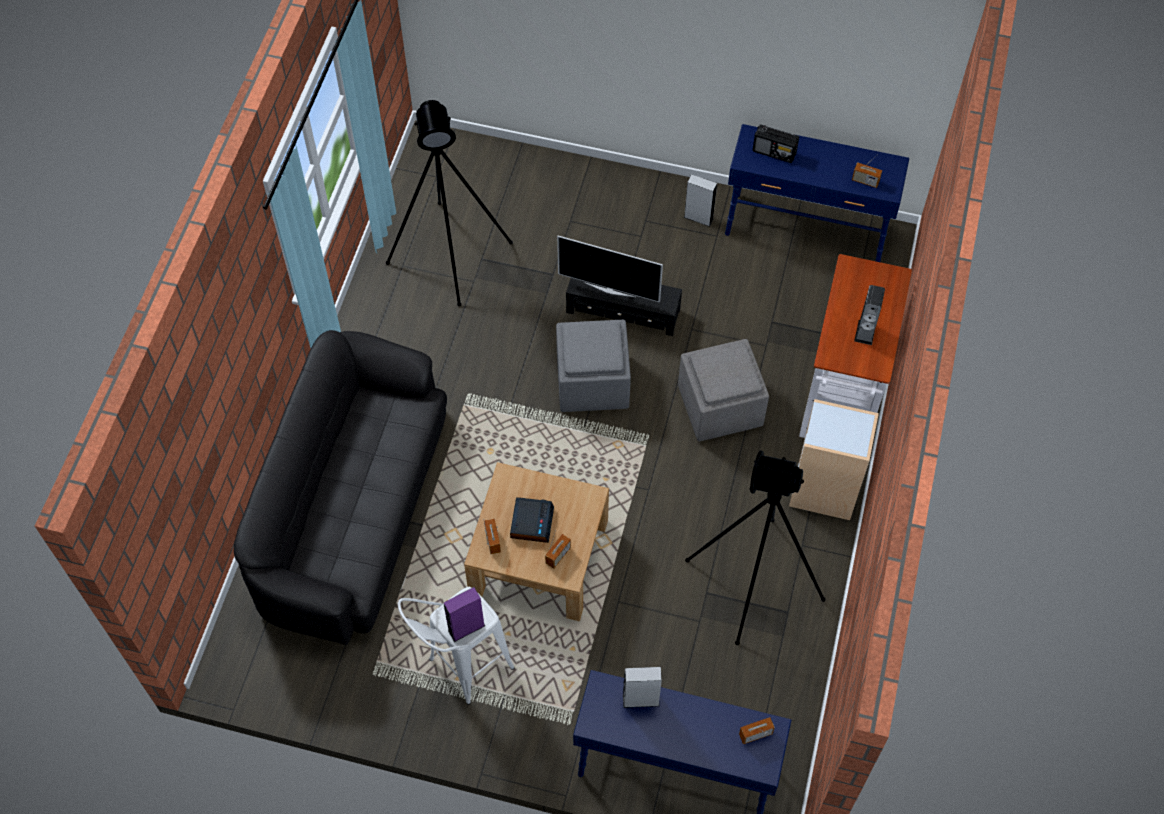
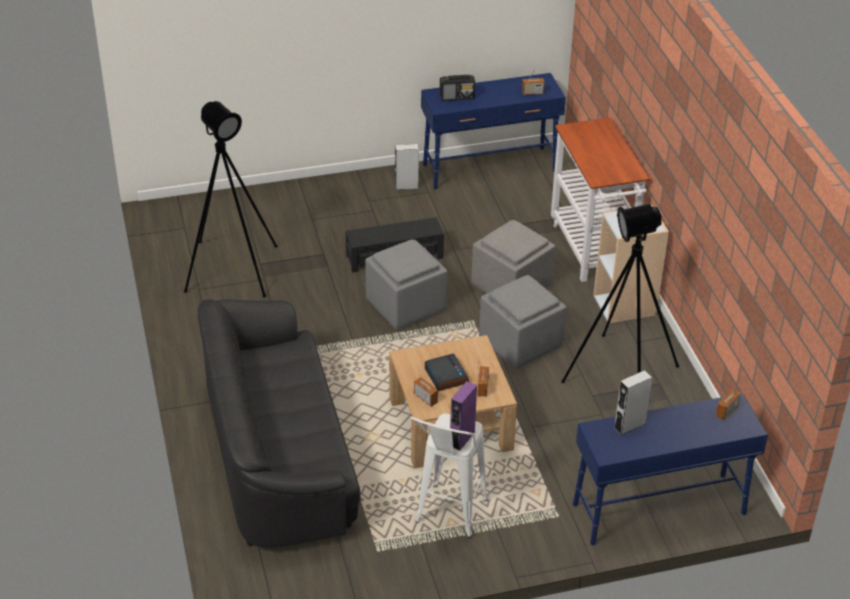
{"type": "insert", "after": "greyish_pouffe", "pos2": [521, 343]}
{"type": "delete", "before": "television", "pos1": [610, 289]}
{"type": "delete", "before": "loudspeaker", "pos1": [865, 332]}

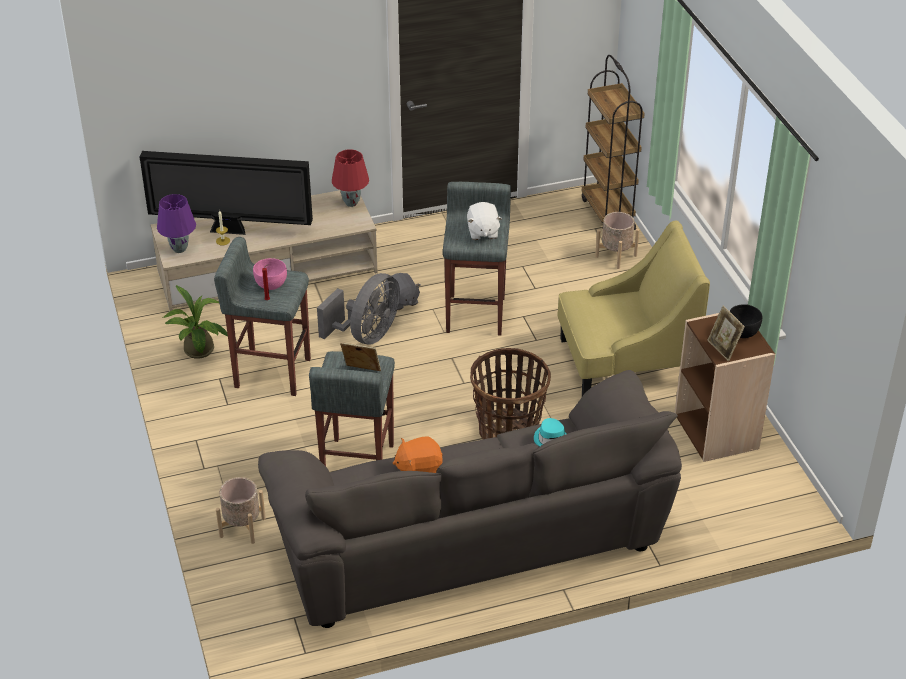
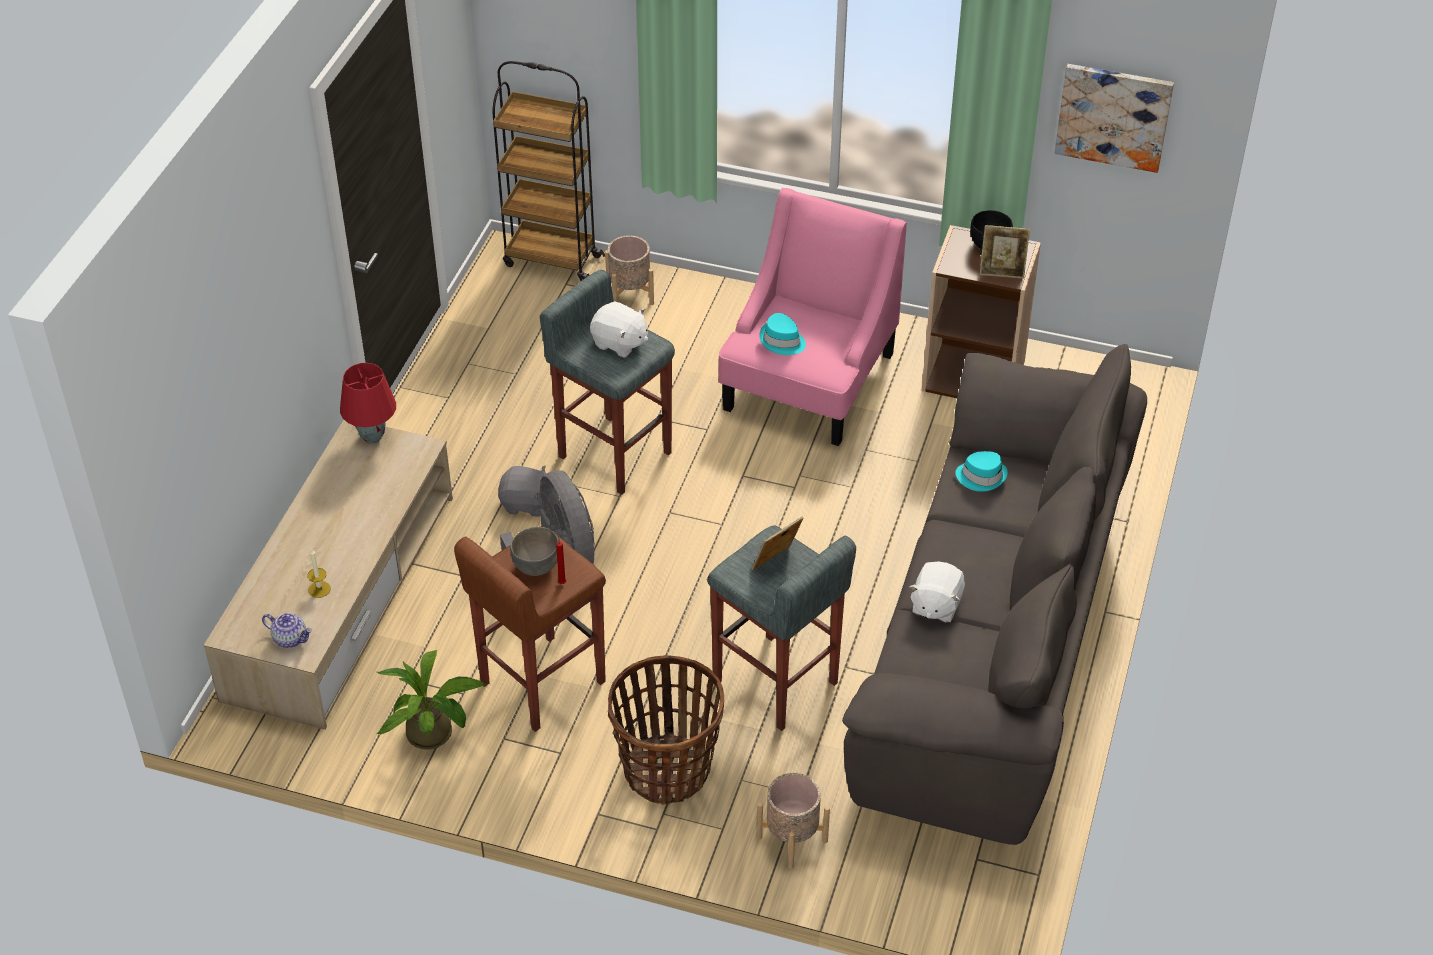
{"type": "replace", "before": "purple-coloured_tabletop_lamp", "after": "teapot", "pos1": [180, 249], "pos2": [290, 638]}
{"type": "recolor", "before": "greyish_sitting_stool", "after": "brown-coloured_sitting_stool", "pos1": [271, 372], "pos2": [540, 683]}
{"type": "recolor", "before": "pink-coloured_serving_bowl", "after": "greyish_serving_bowl", "pos1": [271, 285], "pos2": [537, 566]}
{"type": "move", "before": "basket", "pos1": [508, 430], "pos2": [667, 770]}
{"type": "recolor", "before": "yellow-coloured_lounge_chair", "after": "pink-coloured_lounge_chair", "pos1": [625, 362], "pos2": [809, 382]}
{"type": "insert", "after": "turquoise-coloured_hat", "pos2": [782, 341]}
{"type": "recolor", "before": "orangey_soft_toy", "after": "whitish_soft_toy", "pos1": [418, 468], "pos2": [935, 605]}
{"type": "insert", "after": "picture", "pos2": [1113, 116]}
{"type": "delete", "before": "television", "pos1": [231, 230]}

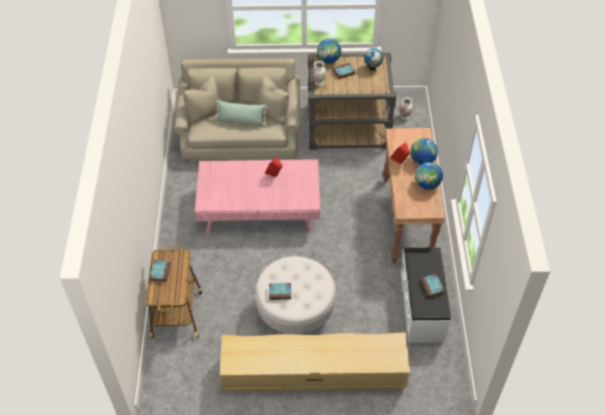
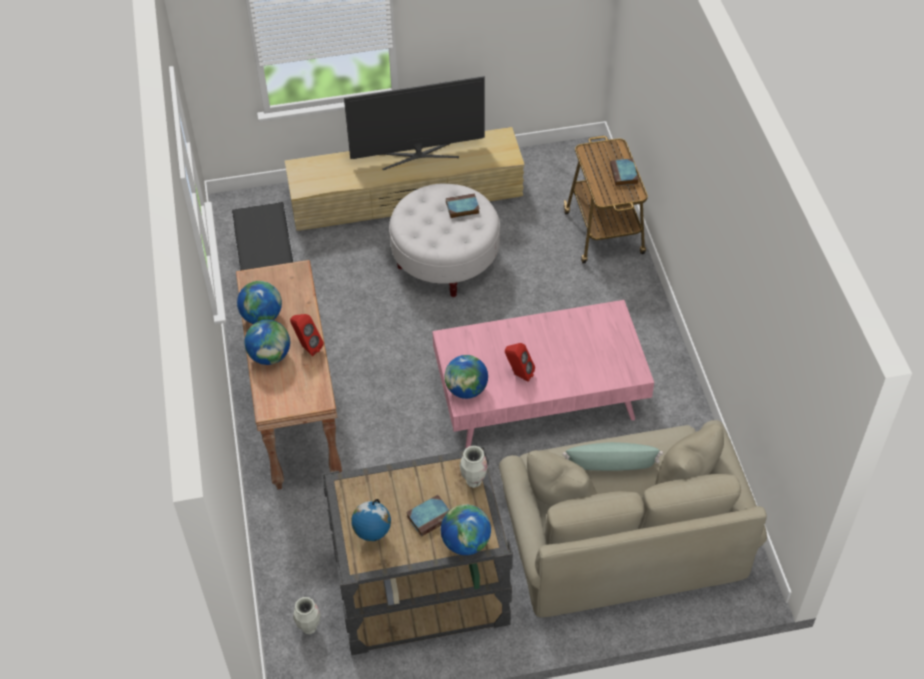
{"type": "insert", "after": "television", "pos2": [418, 155]}
{"type": "insert", "after": "globe", "pos2": [466, 390]}
{"type": "delete", "before": "bound_book", "pos1": [432, 287]}

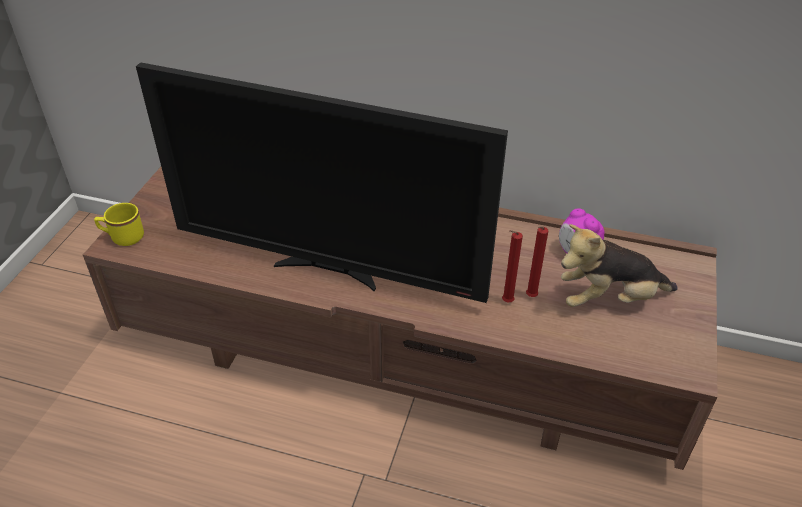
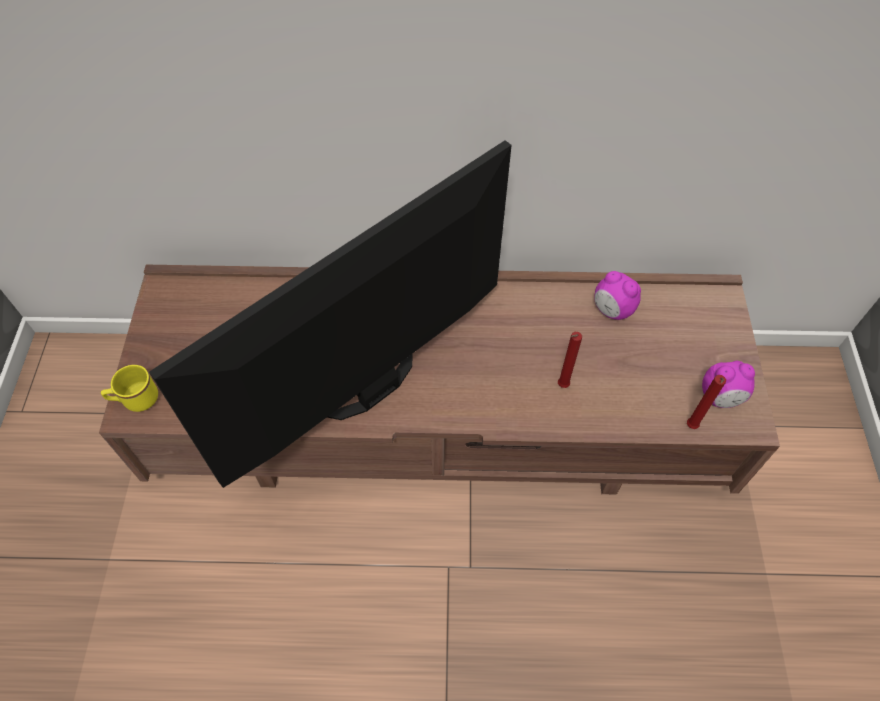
{"type": "rotate", "before": "television", "pos1": [329, 270], "pos2": [374, 390], "turn": 135}
{"type": "move", "before": "reddish_wax_light", "pos1": [530, 297], "pos2": [691, 427]}
{"type": "insert", "after": "table_clock", "pos2": [720, 397]}
{"type": "delete", "before": "soft_toy", "pos1": [609, 299]}

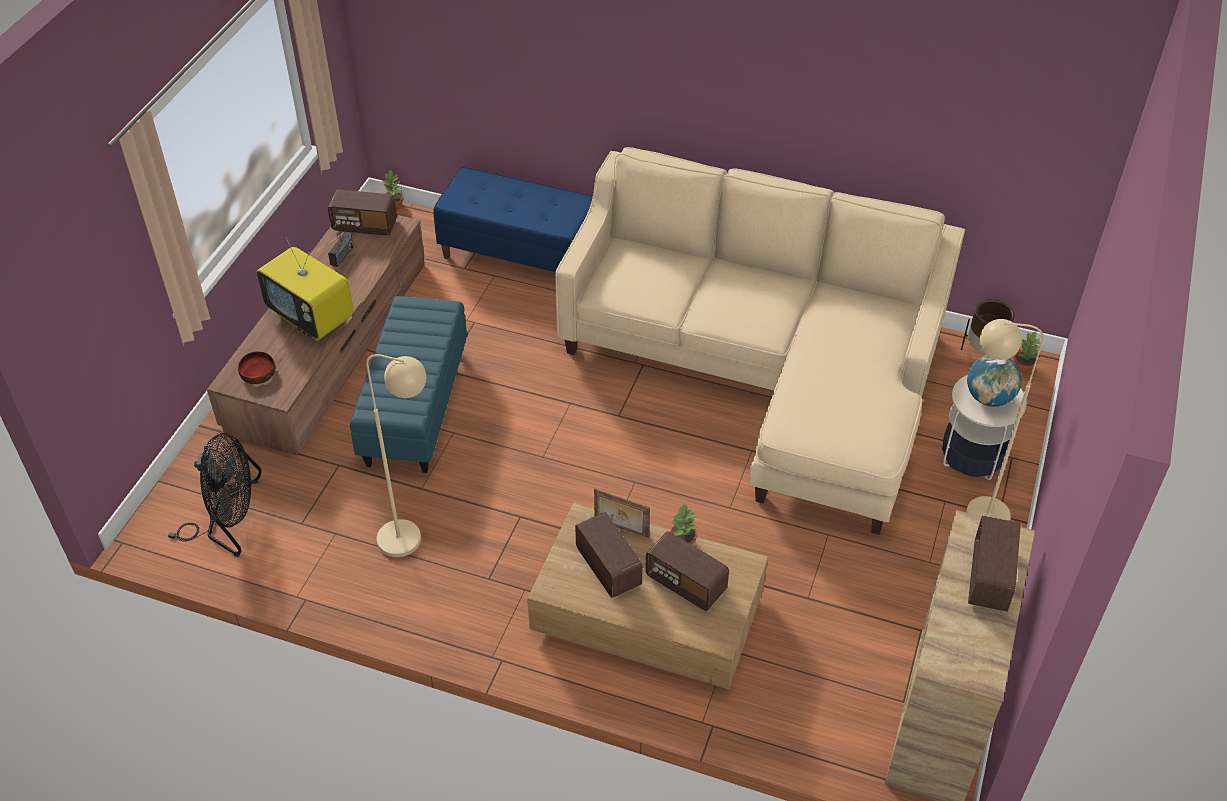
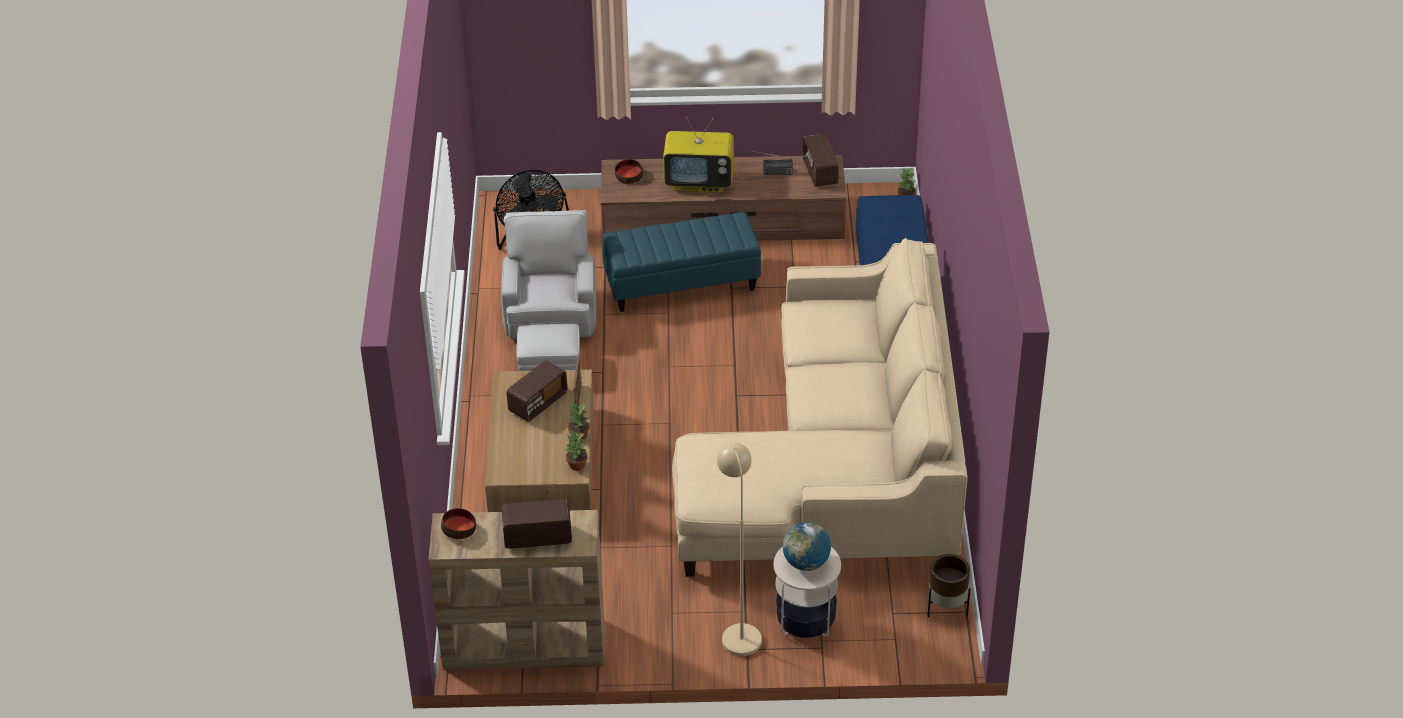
{"type": "insert", "after": "serving_bowl", "pos2": [459, 530]}
{"type": "replace", "before": "sand-coloured_floor_lamp", "after": "whitish_lounge_chair", "pos1": [412, 543], "pos2": [550, 326]}
{"type": "move", "before": "houseplant", "pos1": [1023, 368], "pos2": [577, 465]}
{"type": "rotate", "before": "television", "pos1": [312, 318], "pos2": [700, 182], "turn": -105}
{"type": "delete", "before": "radio", "pos1": [686, 583]}

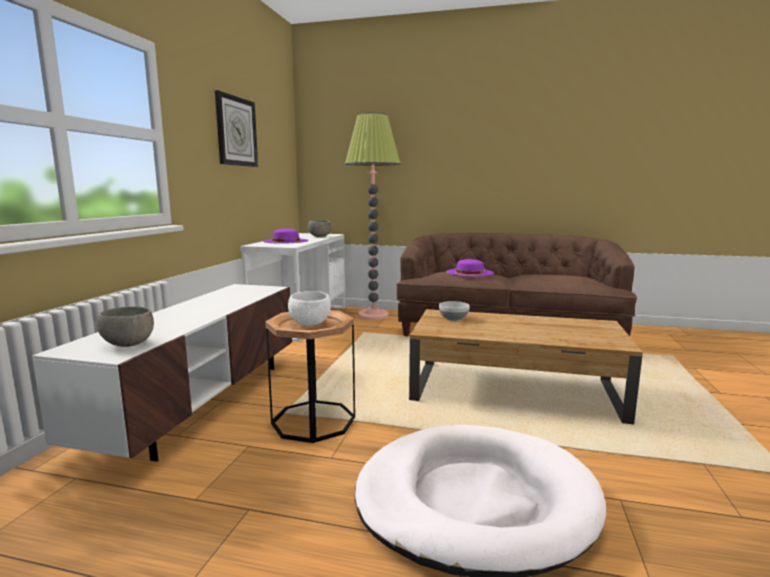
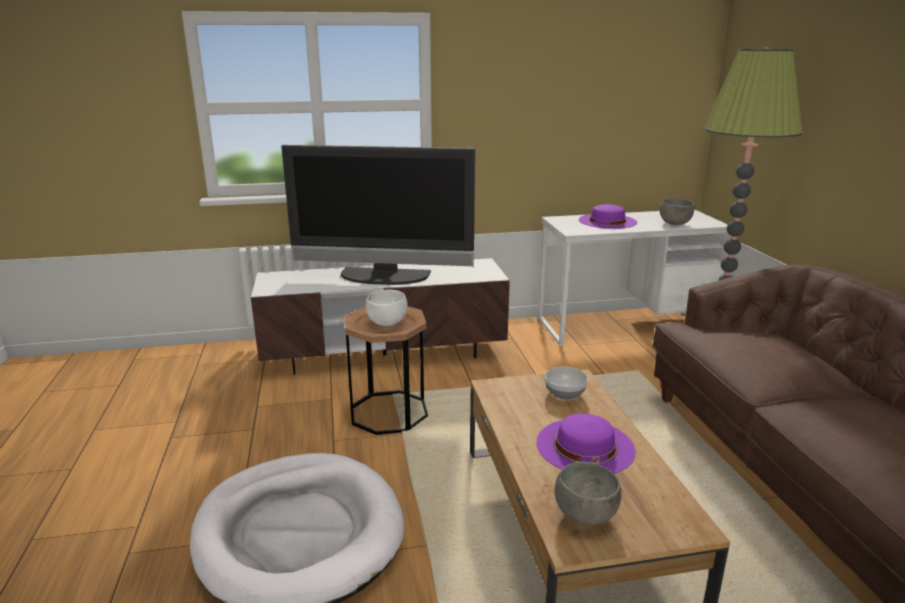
{"type": "insert", "after": "television", "pos2": [383, 277]}
{"type": "move", "before": "purple-coloured_hat", "pos1": [469, 272], "pos2": [585, 446]}
{"type": "move", "before": "greyish_serving_bowl", "pos1": [129, 344], "pos2": [585, 516]}
{"type": "delete", "before": "clock_on_the_wall", "pos1": [236, 131]}

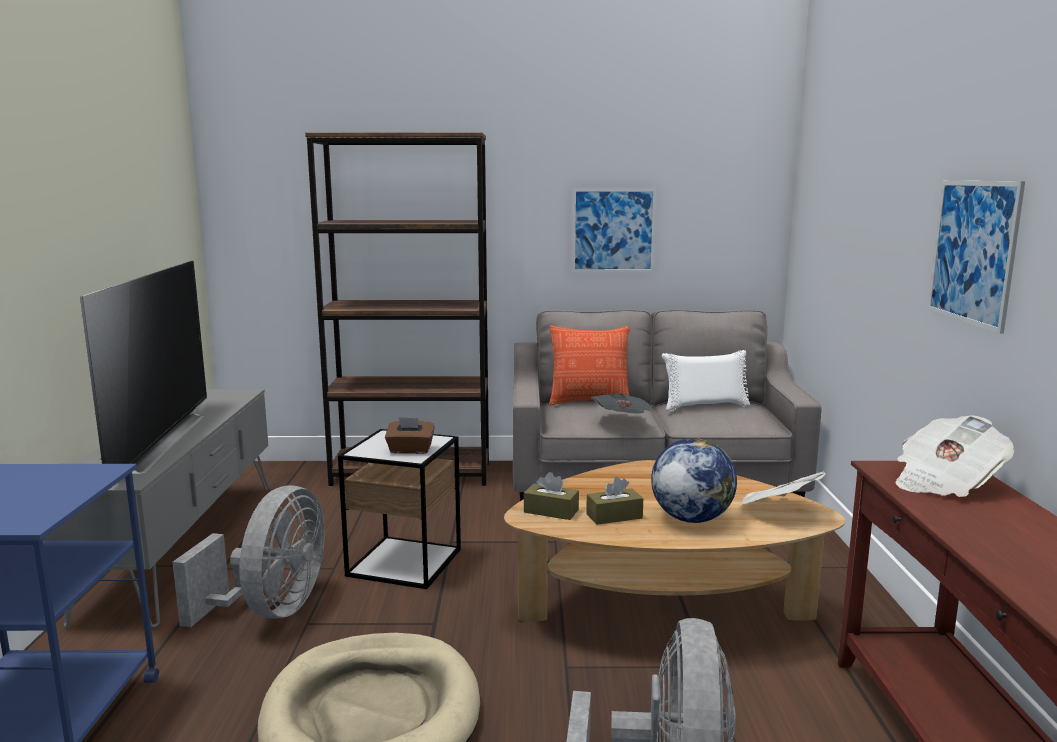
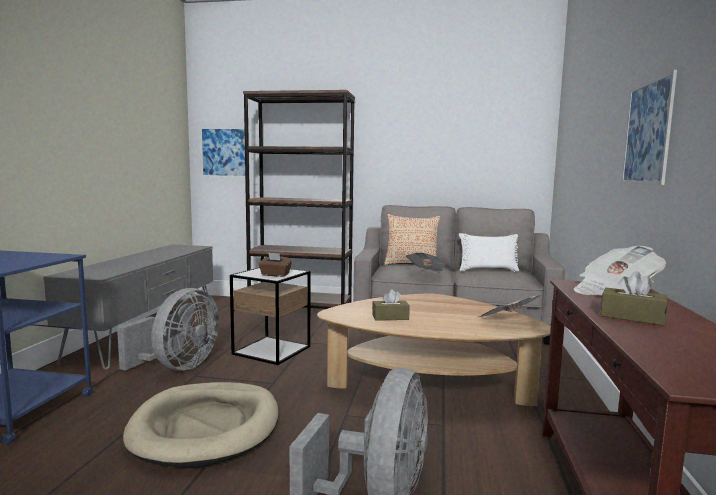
{"type": "move", "before": "picture", "pos1": [613, 230], "pos2": [224, 152]}
{"type": "recolor", "before": "orangey_cushion", "after": "sand-coloured_cushion", "pos1": [589, 402], "pos2": [411, 264]}
{"type": "move", "before": "brown-coloured_box_of_tissues", "pos1": [551, 511], "pos2": [632, 317]}
{"type": "delete", "before": "television", "pos1": [153, 442]}
{"type": "delete", "before": "globe", "pos1": [691, 518]}

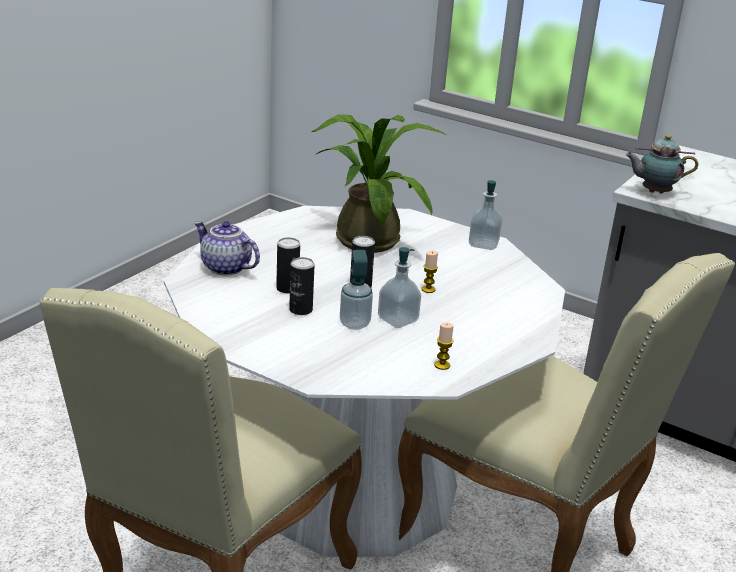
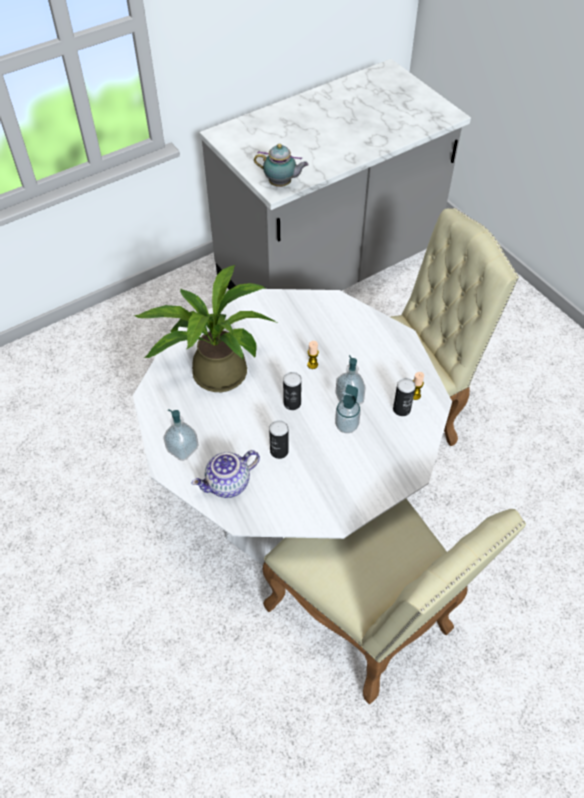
{"type": "move", "before": "soap_dispenser", "pos1": [483, 244], "pos2": [182, 449]}
{"type": "rotate", "before": "teapot", "pos1": [653, 192], "pos2": [281, 184], "turn": -105}
{"type": "move", "before": "metal_can", "pos1": [301, 310], "pos2": [401, 409]}

